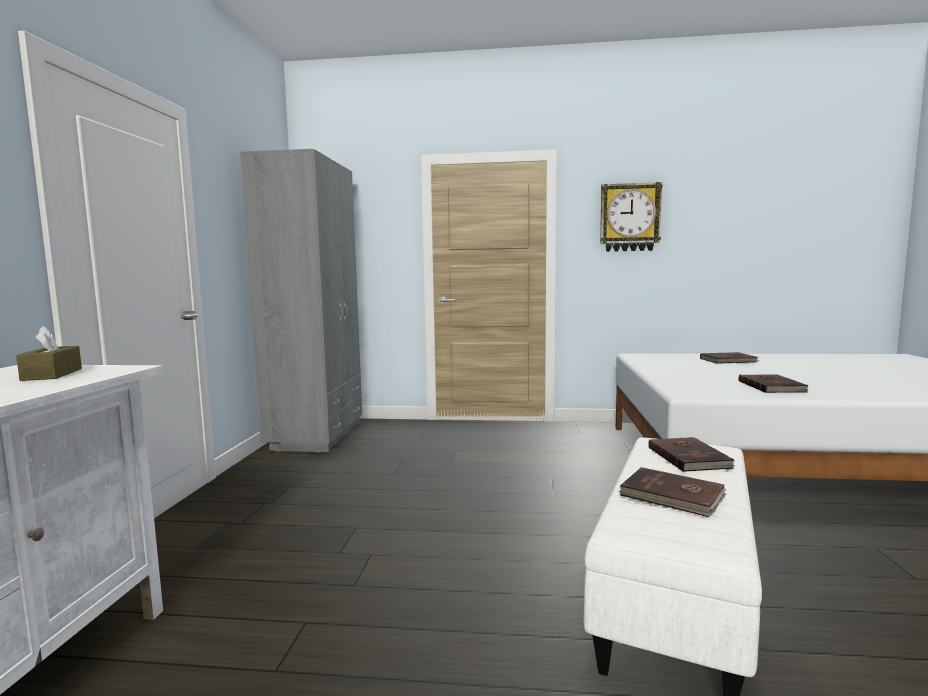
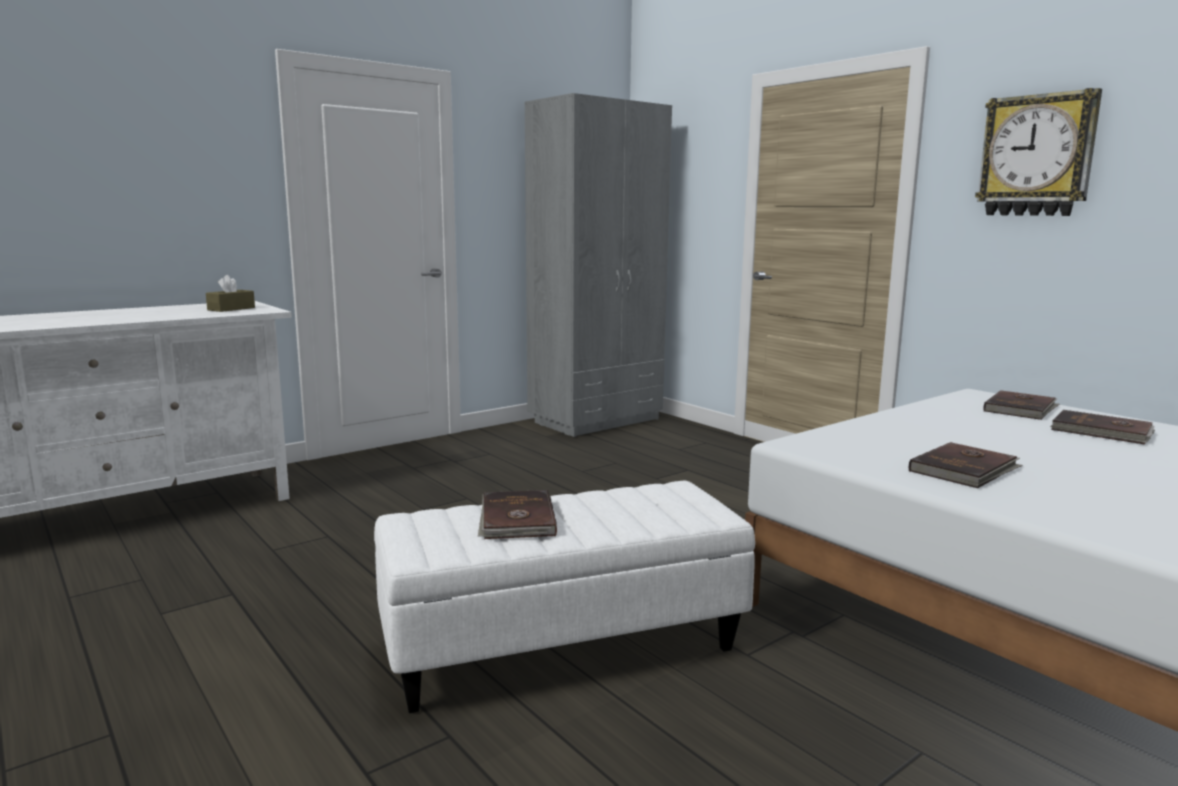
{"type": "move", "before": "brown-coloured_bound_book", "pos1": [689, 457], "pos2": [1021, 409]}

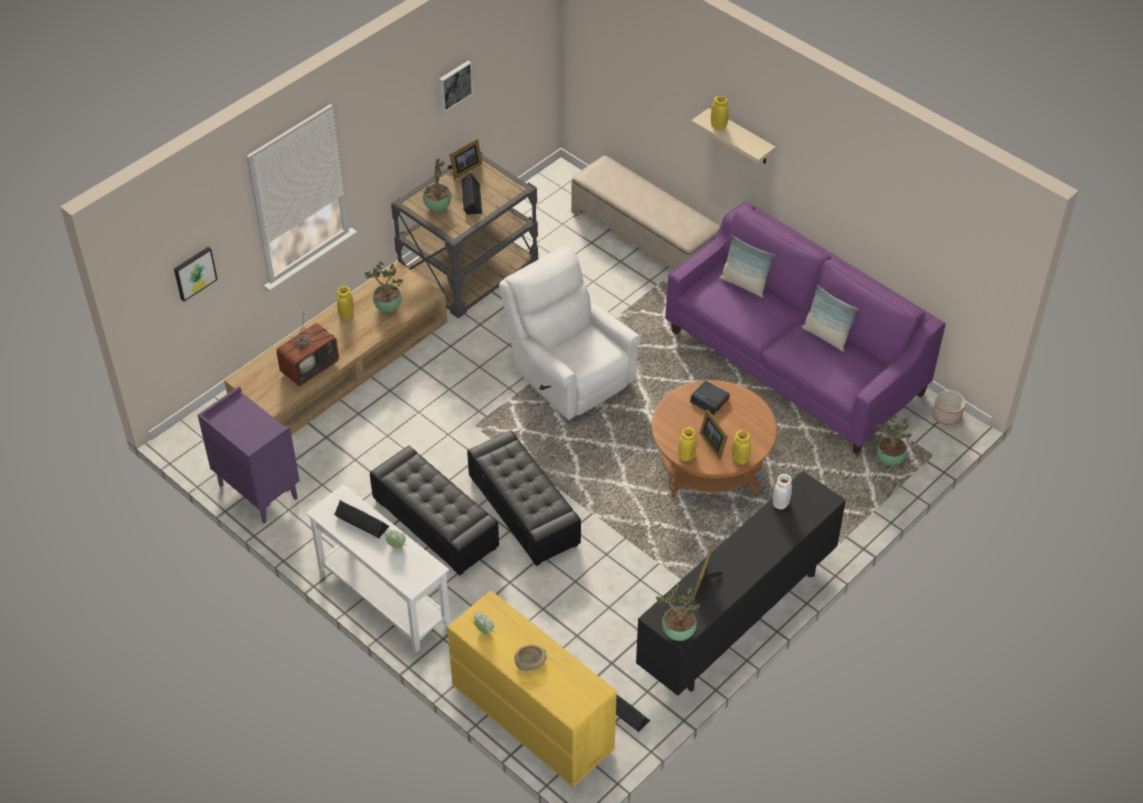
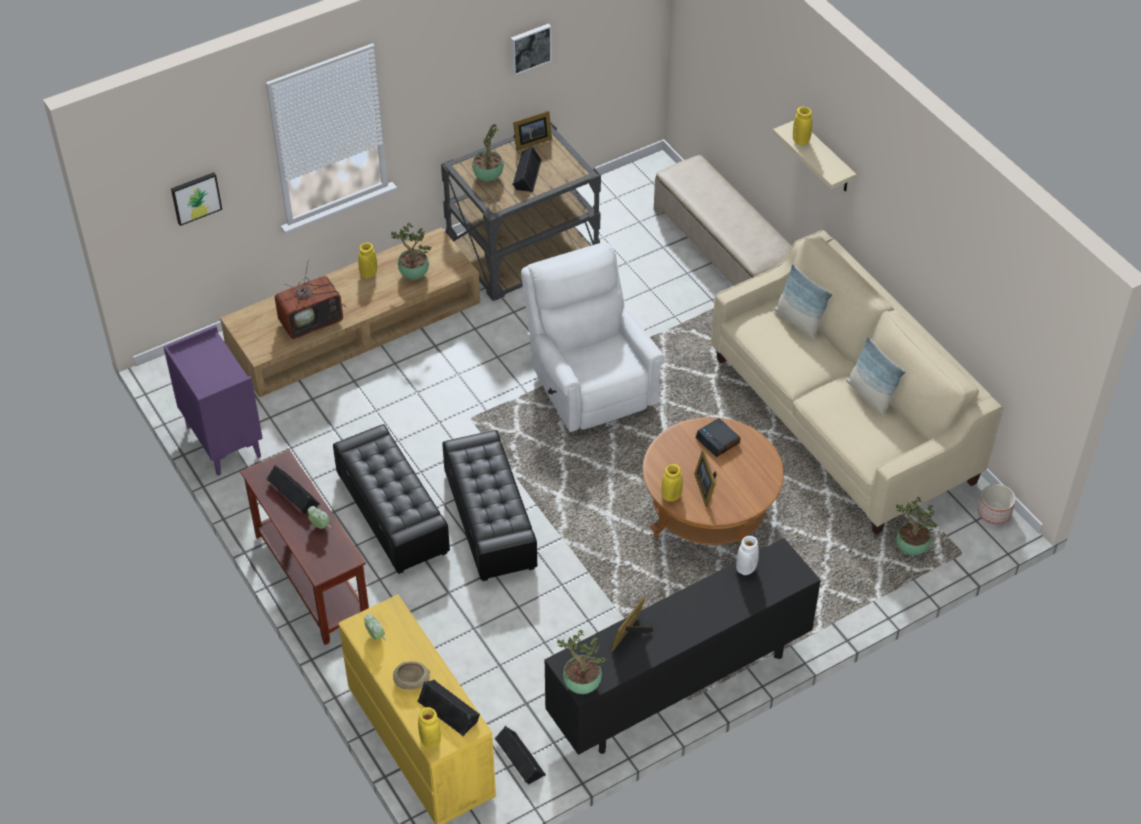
{"type": "recolor", "before": "whitish_hall_table", "after": "brown-coloured_hall_table", "pos1": [383, 596], "pos2": [311, 579]}
{"type": "insert", "after": "black_loudspeaker", "pos2": [449, 709]}
{"type": "move", "before": "yellow-coloured_flower_vase", "pos1": [740, 459], "pos2": [430, 740]}
{"type": "recolor", "before": "purple-coloured_couch", "after": "sand-coloured_couch", "pos1": [794, 362], "pos2": [841, 419]}

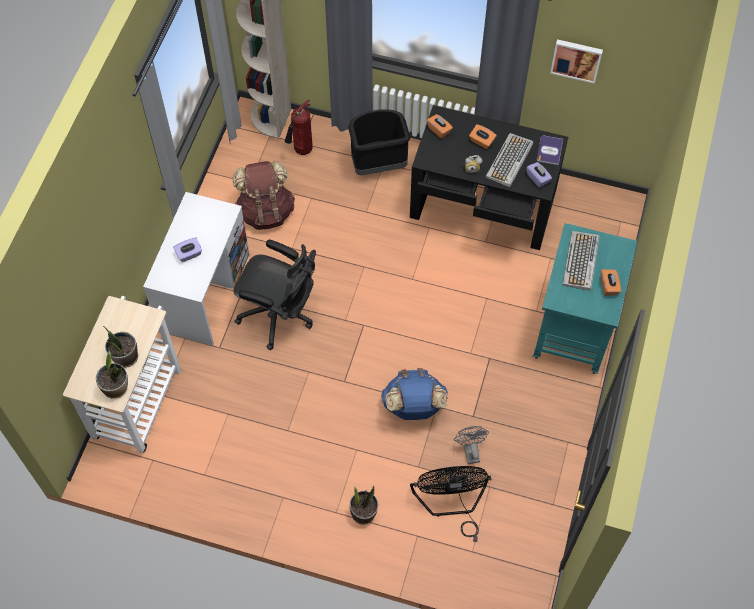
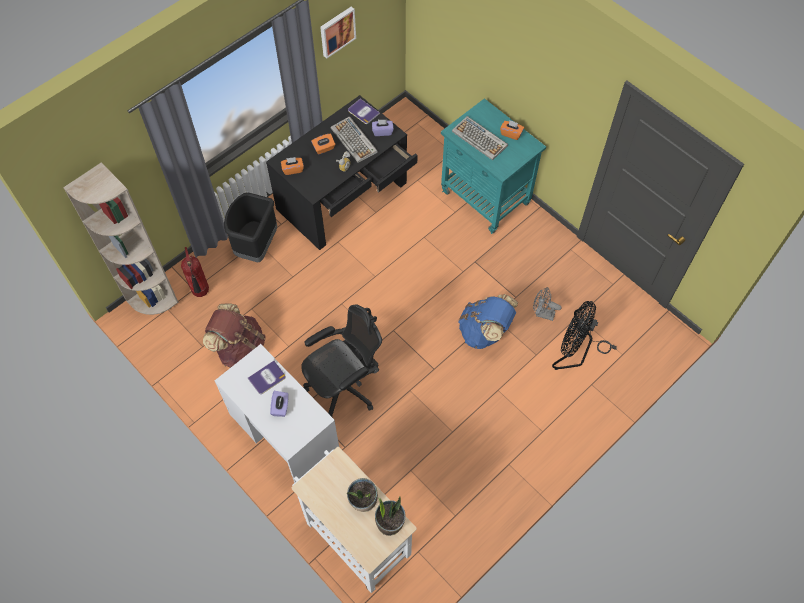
{"type": "insert", "after": "bound_book", "pos2": [267, 378]}
{"type": "delete", "before": "houseplant", "pos1": [363, 513]}

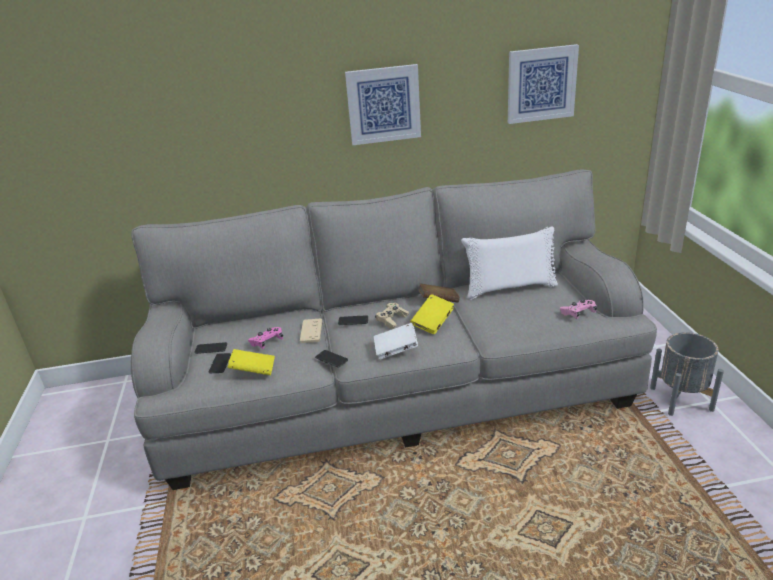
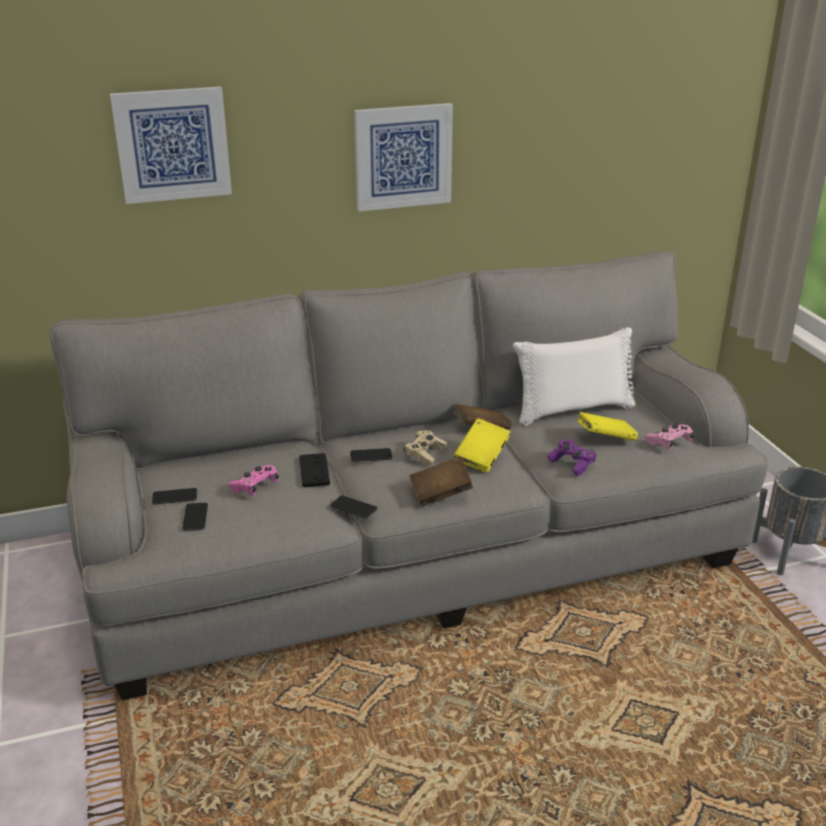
{"type": "move", "before": "picture", "pos1": [541, 84], "pos2": [172, 144]}
{"type": "recolor", "before": "sand-coloured_game_controller", "after": "black_game_controller", "pos1": [311, 331], "pos2": [314, 471]}
{"type": "recolor", "before": "whitish_bound_book", "after": "brown-coloured_bound_book", "pos1": [396, 350], "pos2": [440, 494]}
{"type": "insert", "after": "purple-coloured_game_controller", "pos2": [572, 464]}
{"type": "move", "before": "yellow-coloured_bound_book", "pos1": [253, 372], "pos2": [605, 439]}

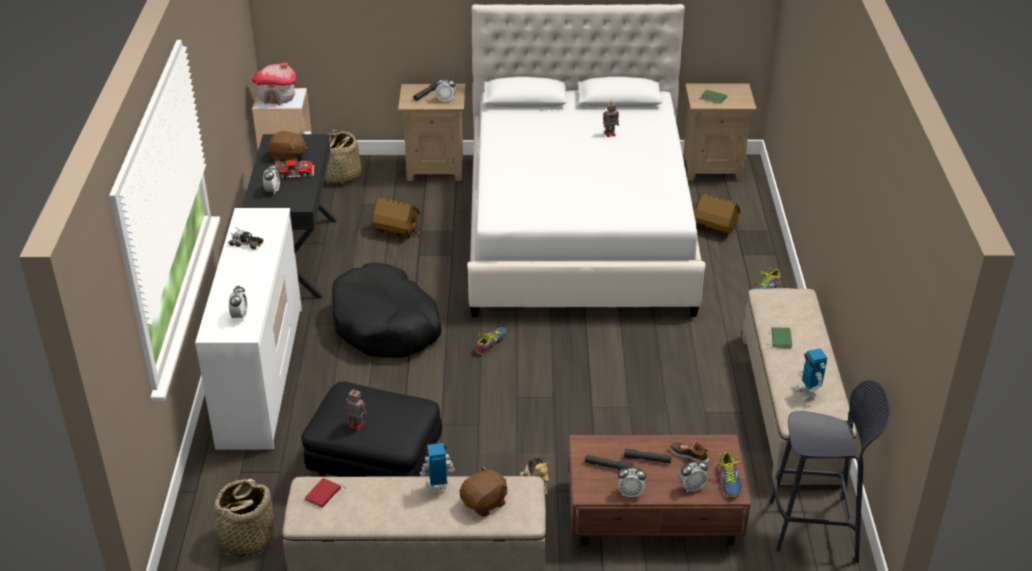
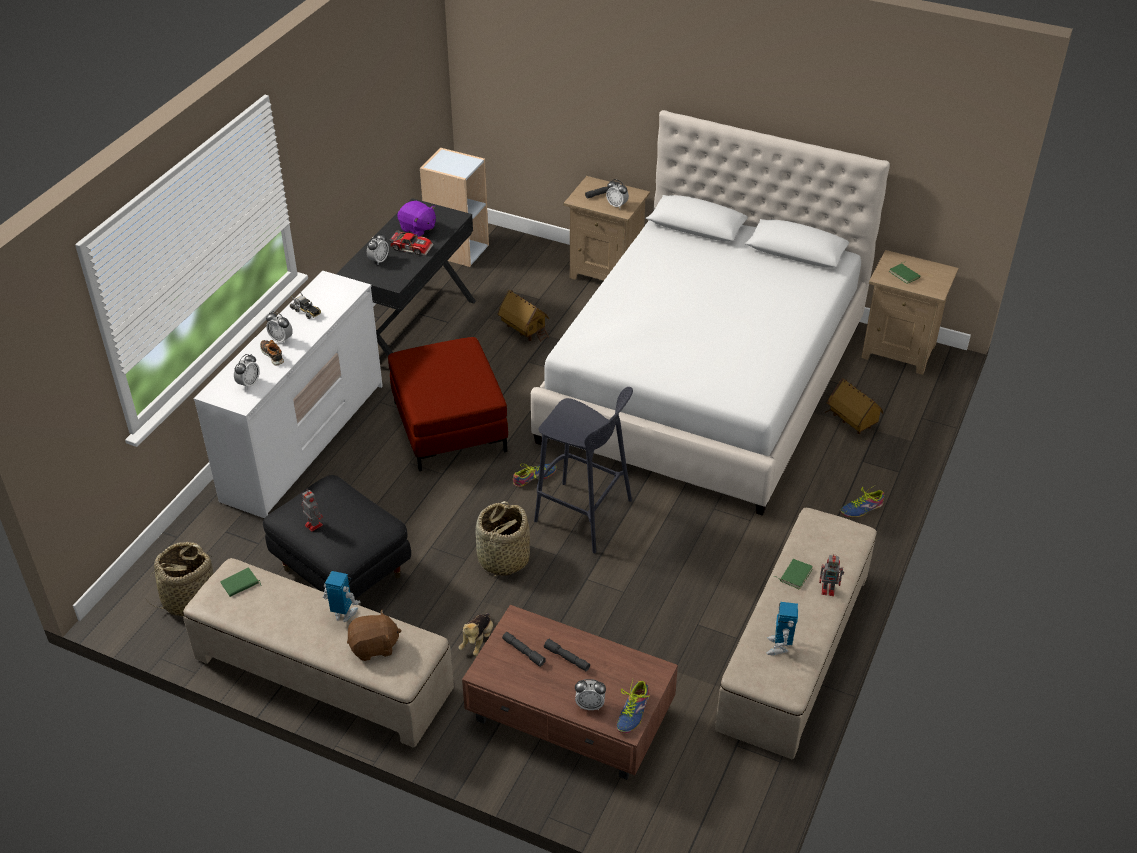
{"type": "recolor", "before": "reddish_bound_book", "after": "green-coloured_bound_book", "pos1": [324, 495], "pos2": [240, 584]}
{"type": "move", "before": "item_of_footwear", "pos1": [689, 455], "pos2": [273, 355]}
{"type": "move", "before": "table_clock", "pos1": [630, 493], "pos2": [281, 339]}
{"type": "replace", "before": "black_pet_bed", "after": "reddish_pouffe", "pos1": [386, 325], "pos2": [448, 426]}
{"type": "recolor", "before": "brown-coloured_soft_toy", "after": "purple-coloured_soft_toy", "pos1": [288, 157], "pos2": [418, 229]}
{"type": "move", "before": "basket", "pos1": [341, 176], "pos2": [502, 559]}
{"type": "move", "before": "greyish_sitting_stool", "pos1": [815, 527], "pos2": [583, 515]}
{"type": "move", "before": "model_robot", "pos1": [610, 133], "pos2": [829, 590]}
{"type": "delete", "before": "toy_house", "pos1": [277, 97]}

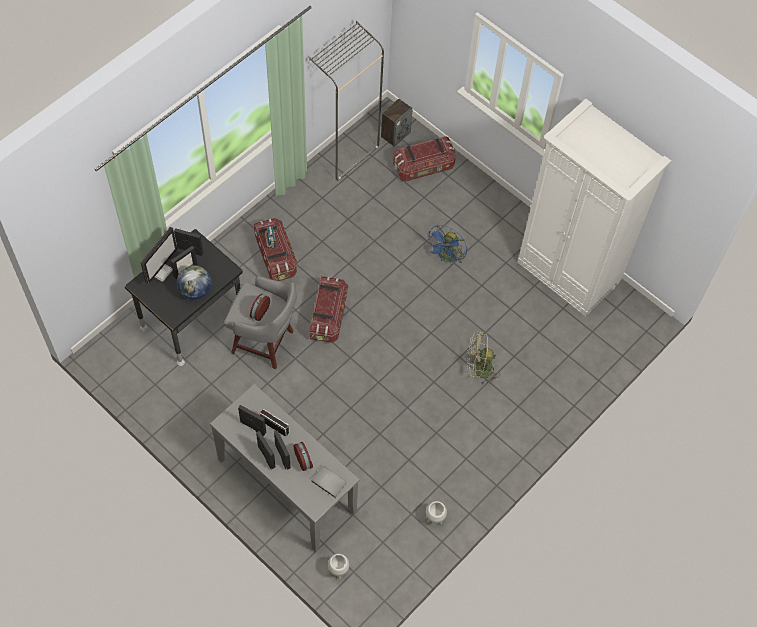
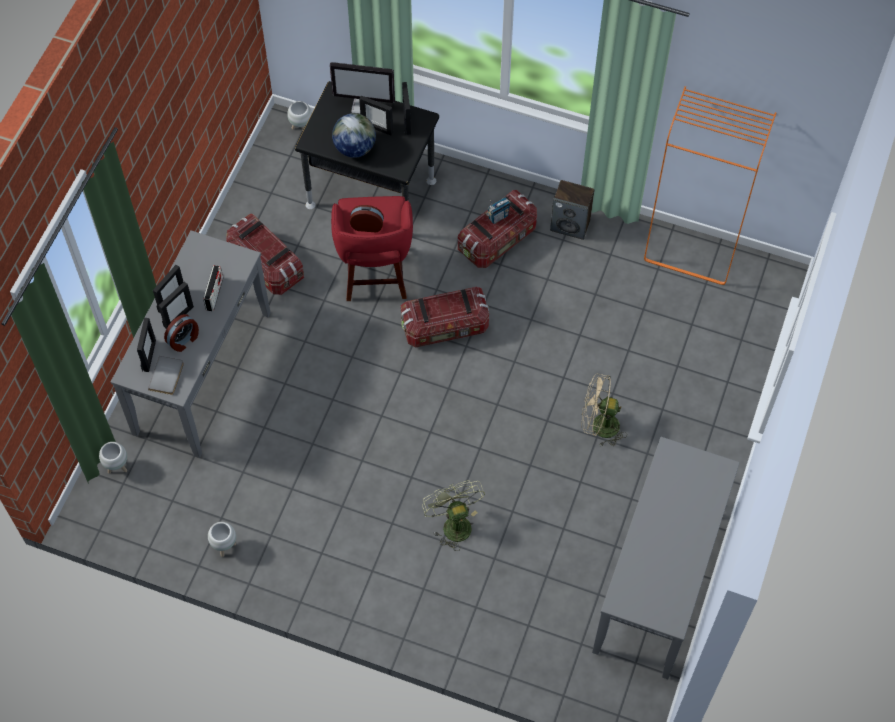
{"type": "move", "before": "photo_frame", "pos1": [253, 427], "pos2": [149, 355]}
{"type": "move", "before": "storage_bin", "pos1": [424, 167], "pos2": [265, 265]}
{"type": "insert", "after": "whitish_flower_pot", "pos2": [301, 128]}
{"type": "recolor", "before": "greyish_sitting_stool", "after": "reddish_sitting_stool", "pos1": [265, 343], "pos2": [375, 277]}
{"type": "move", "before": "loudspeaker", "pos1": [395, 134], "pos2": [570, 225]}
{"type": "recolor", "before": "blue-coloured_fan", "after": "sand-coloured_fan", "pos1": [446, 258], "pos2": [599, 426]}
{"type": "replace", "before": "whitish_armoire", "after": "greyish_hall_table", "pos1": [568, 272], "pos2": [658, 582]}
{"type": "recolor", "before": "greyish_garment_rack", "after": "orangey_garment_rack", "pos1": [346, 153], "pos2": [691, 254]}

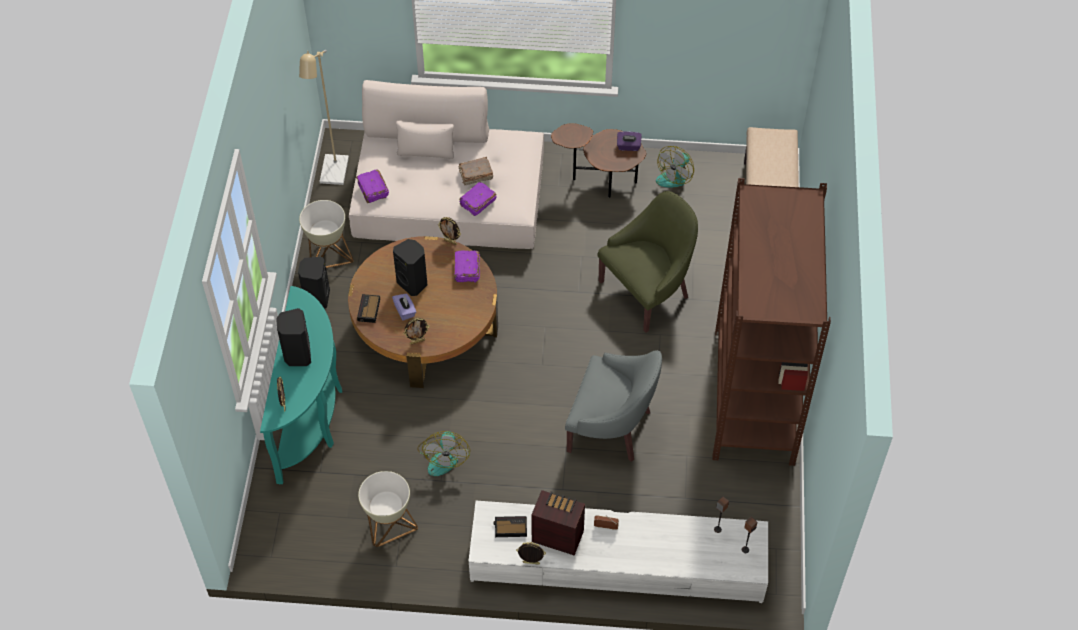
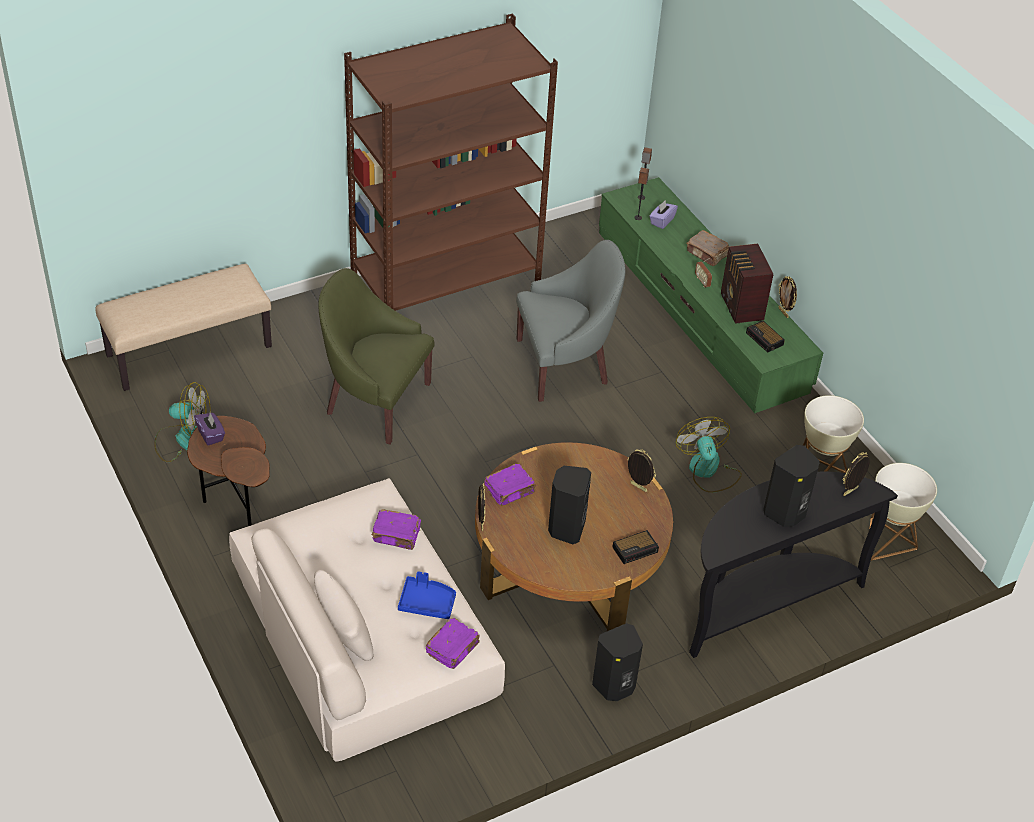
{"type": "insert", "after": "blue-coloured_serving_tray", "pos2": [427, 603]}
{"type": "rotate", "before": "greyish_lounge_chair", "pos1": [612, 427], "pos2": [564, 364], "turn": 90}
{"type": "recolor", "before": "whitish_media_console", "after": "green-coloured_media_console", "pos1": [617, 565], "pos2": [701, 308]}
{"type": "move", "before": "purple-coloured_box_of_tissues", "pos1": [405, 311], "pos2": [662, 221]}
{"type": "rotate", "before": "fan", "pos1": [443, 456], "pos2": [708, 471], "turn": -75}
{"type": "move", "before": "brown-coloured_bound_book", "pos1": [475, 175], "pos2": [707, 254]}
{"type": "recolor", "before": "turquoise-coloured_hall_table", "after": "black_hall_table", "pos1": [312, 416], "pos2": [764, 602]}
{"type": "move", "before": "flower_pot", "pos1": [329, 257], "pos2": [887, 543]}
{"type": "delete", "before": "sand-coloured_floor_lamp", "pos1": [333, 176]}

